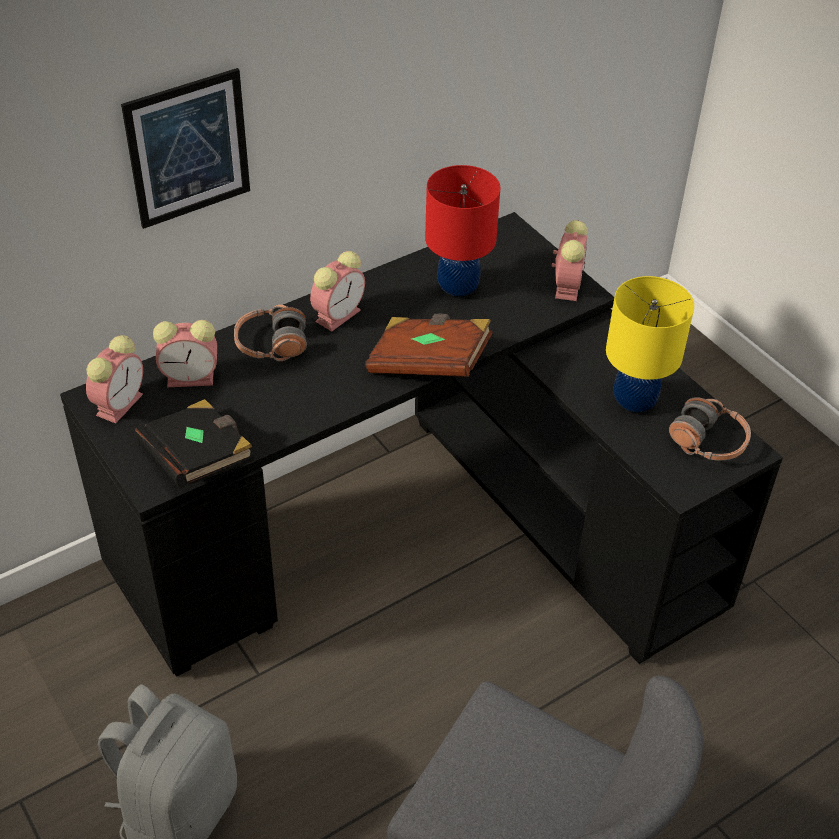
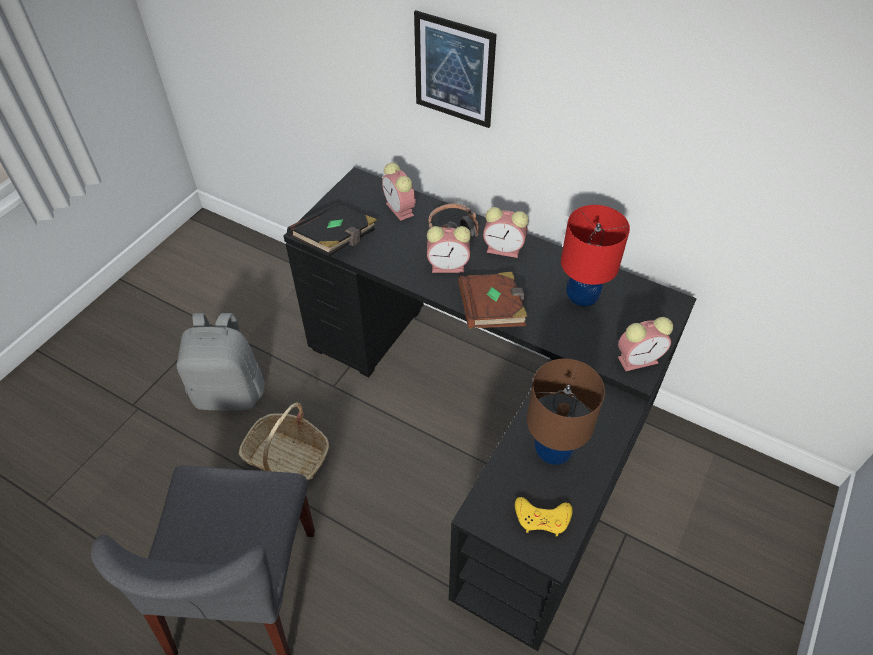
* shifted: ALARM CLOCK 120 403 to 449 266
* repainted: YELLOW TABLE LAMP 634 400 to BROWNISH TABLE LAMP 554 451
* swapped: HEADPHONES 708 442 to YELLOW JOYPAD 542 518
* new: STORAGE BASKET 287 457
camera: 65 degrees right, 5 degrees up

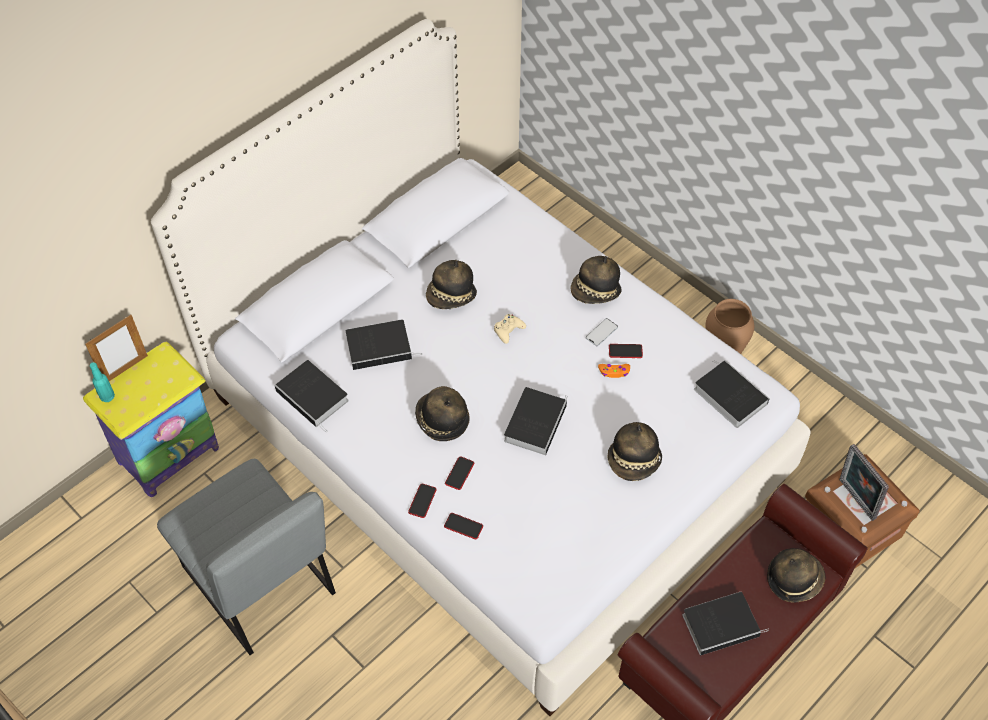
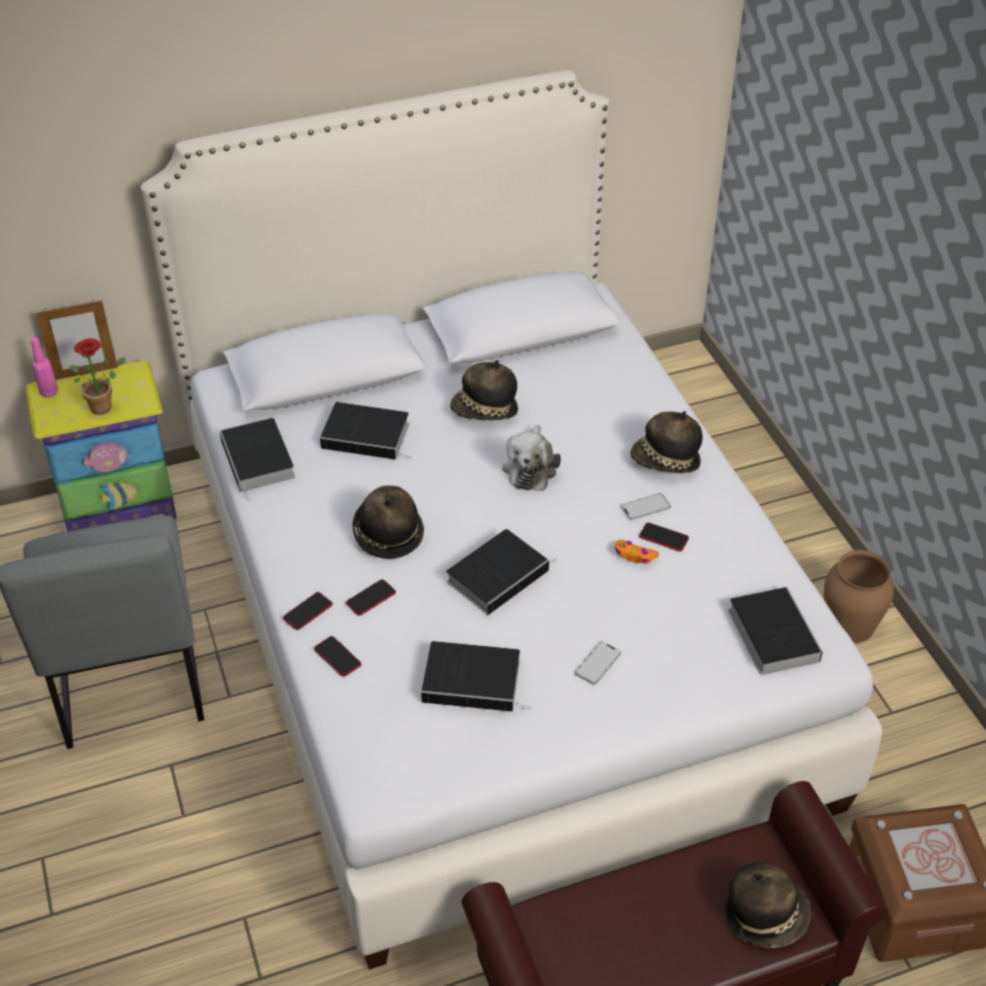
* repainted: BLUE-GREEN BEVERAGE BOTTLE 107 397 to PINK BEVERAGE BOTTLE 49 392
* swapped: SAND-COLOURED JOYPAD 508 330 to CUDDLY TOY 530 468
* swapped: HAT 634 461 to HANDSET 598 664
* shifted: BOUND BOOK 722 624 to 474 680
* gone: PICTURE FRAME 854 500
* new: HOUSEPLANT 105 406
camera: 25 degrees right, 10 degrees down

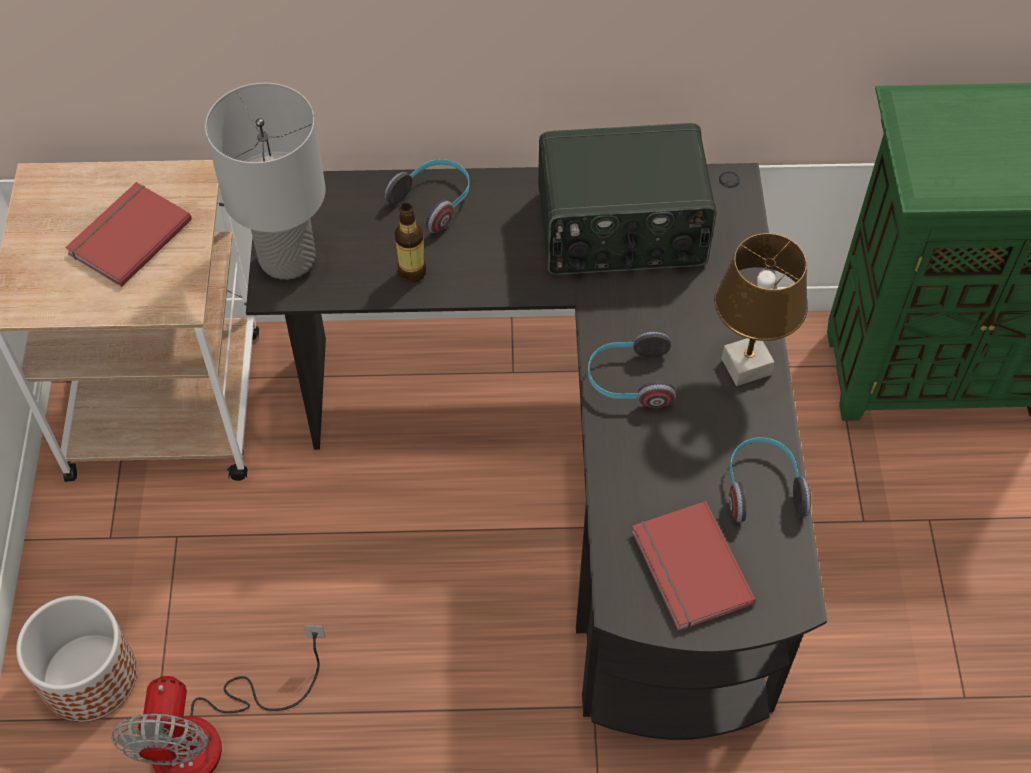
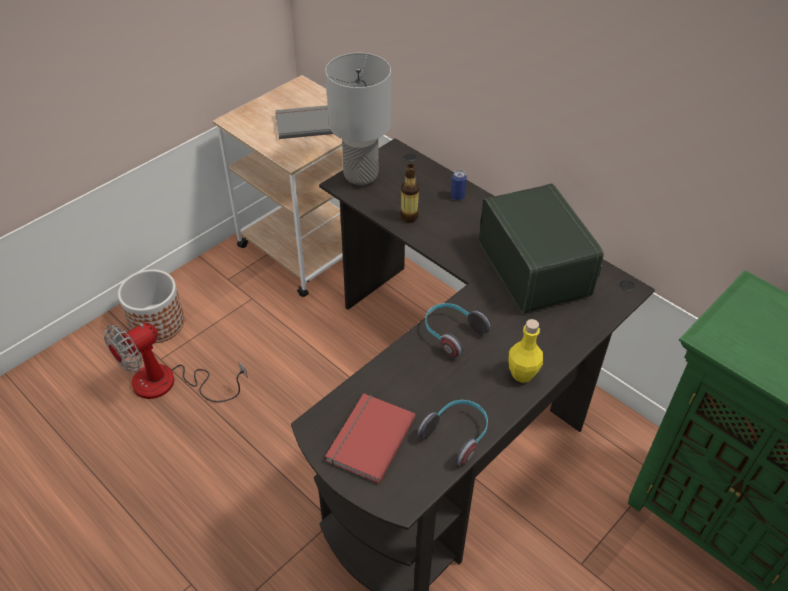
* repainted: RED-COLOURED BOUND BOOK 127 236 to GREYISH BOUND BOOK 306 123
* swapped: HEADPHONES 434 201 to SEALED CAN 457 196
* rotated: RADIO SET 621 230 = 535 268 150 degrees counterclockwise
* swapped: BROWNISH TABLE LAMP 745 367 to YELLOW BEVERAGE BOTTLE 522 374
camera: 45 degrees right, 10 degrees down

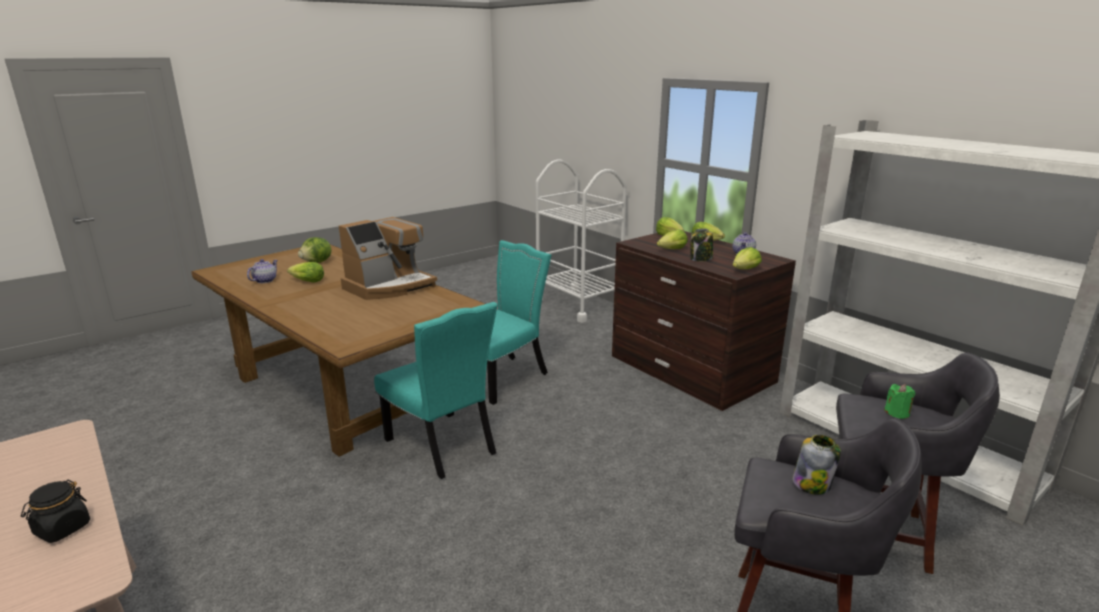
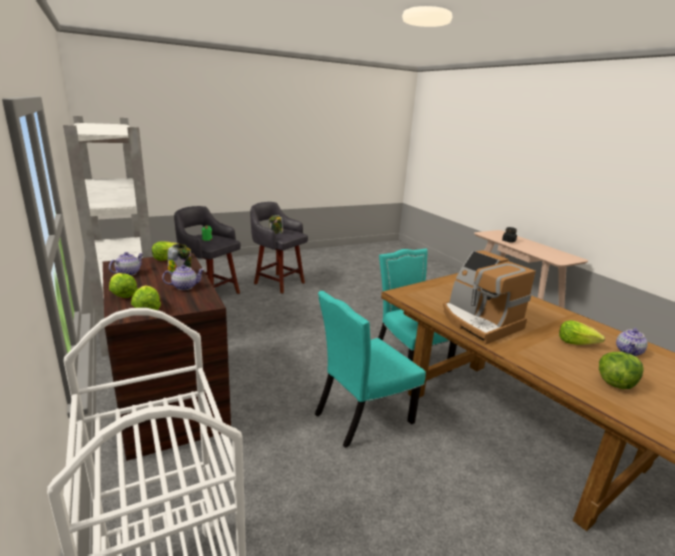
* rotated: COFFEE MACHINE 389 287 = 479 322 90 degrees counterclockwise
* swapped: LETTUCE HEAD 672 250 to TEA POT 185 287
camera: 170 degrees left, 0 degrees up

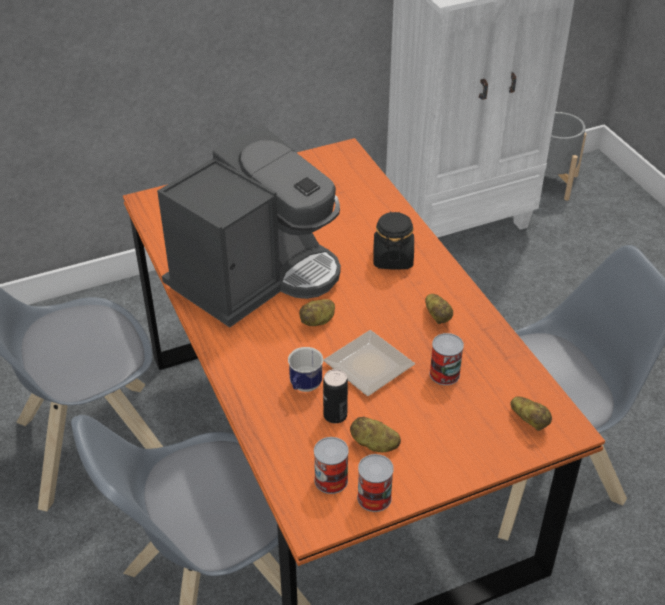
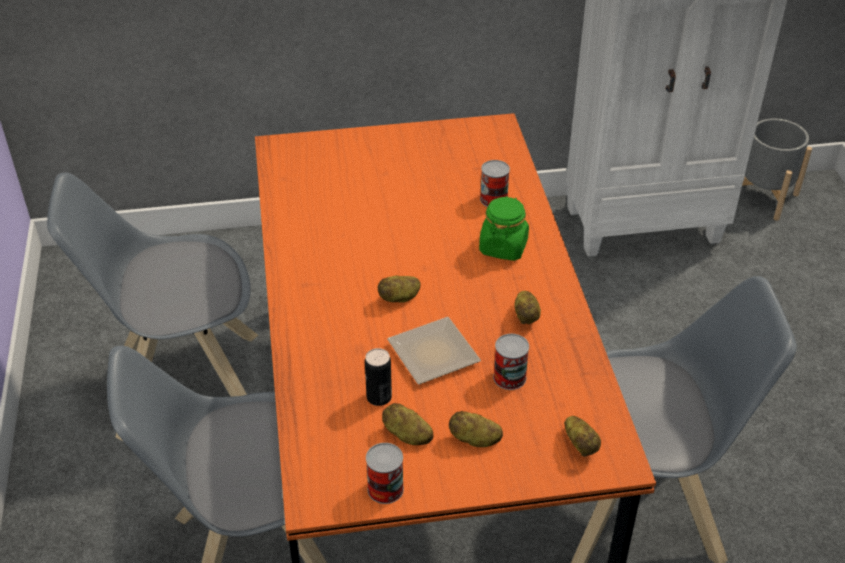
* gone: COFFEE MACHINE 255 276
* gone: TEA MUG 304 387
* shifted: SEALED CAN 331 480 to 493 199
* repainted: BLACK-COLOURED JAR 392 258 to GREENISH JAR 503 247
* new: POTATO 474 439
camera: 15 degrees right, 0 degrees up

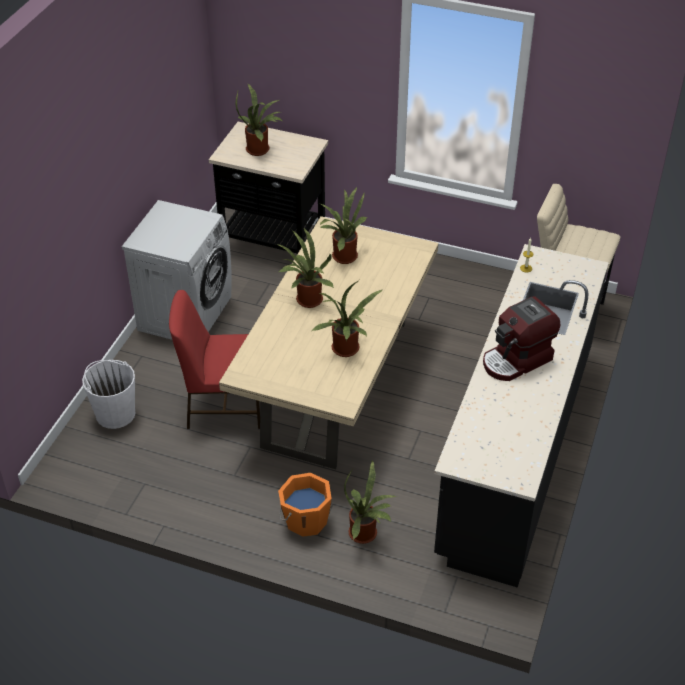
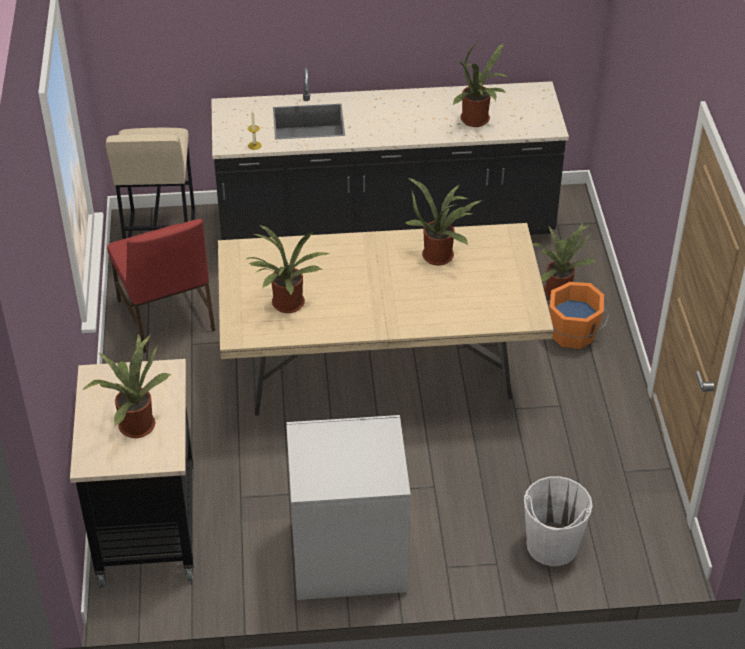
* shifted: RED-COLOURED UPRIGHT CHAIR 224 404 to 165 317
* shifted: HOUSEPLANT 306 301 to 477 121
* gone: COFFEE MACHINE 517 360
camera: 115 degrees left, 0 degrees up

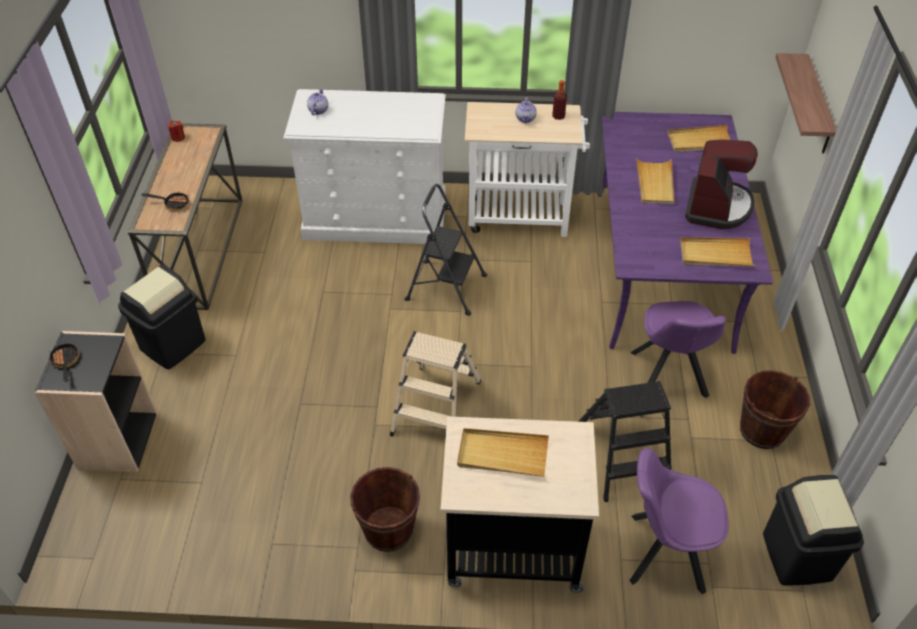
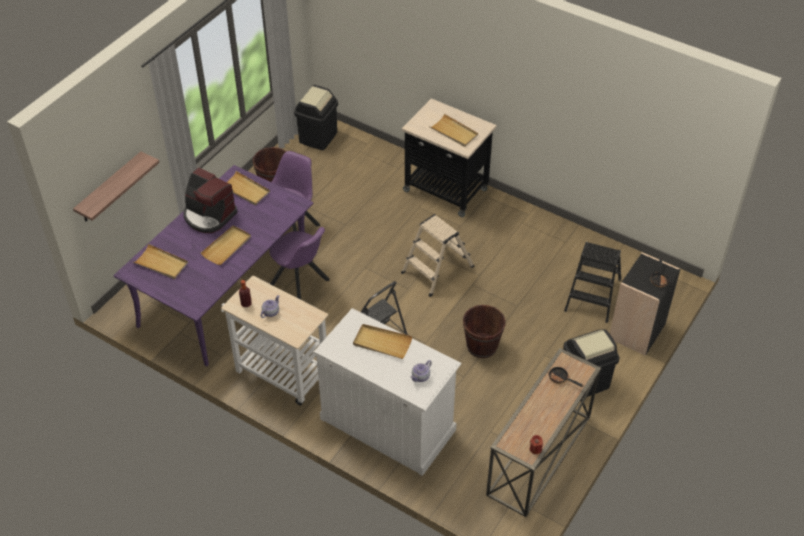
* shifted: BROWNISH BUCKET 388 530 to 482 346
* shifted: BLACK-COLOURED STEP STOOL 623 455 to 593 294
* shifted: PURPLE UPRIGHT CHAIR 664 552 to 300 284
* rotated: COFFEE MACHINE 717 207 = 209 216 105 degrees counterclockwise
* new: SAND-COLOURED TRAY 382 343
camera: 150 degrees left, 0 degrees up

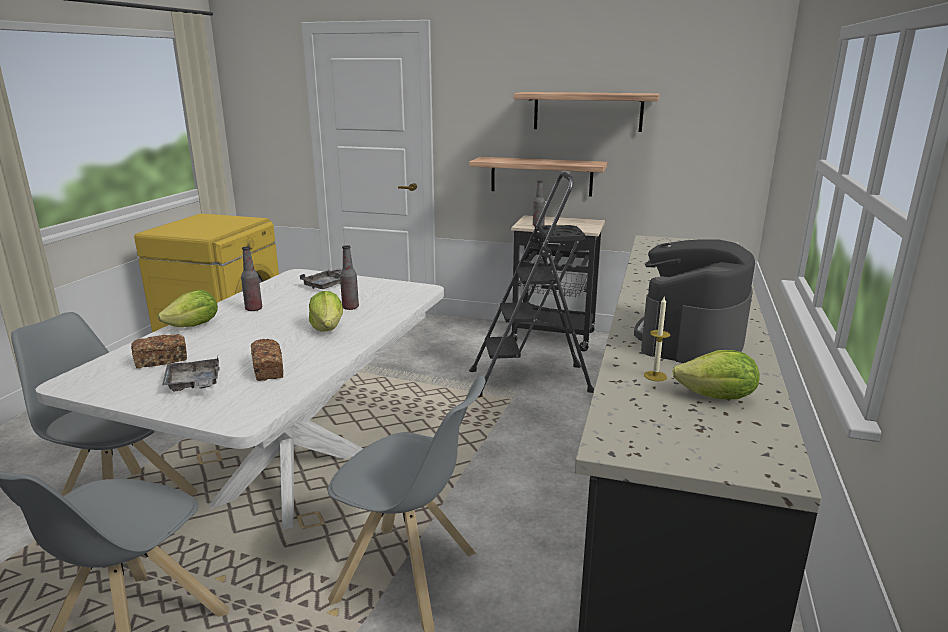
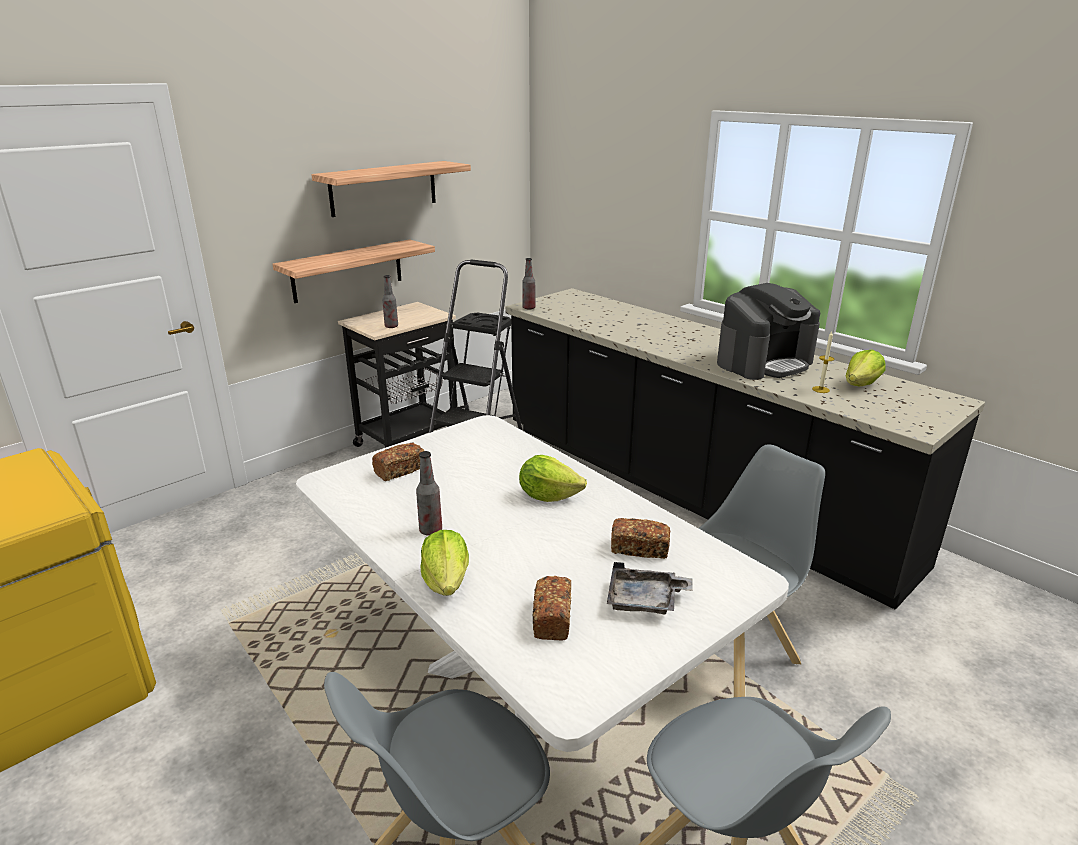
* swapped: GREYISH TRAY 327 285 to BREAD 400 470
* shifted: BEVERAGE BOTTLE 350 307 to 529 308
* rotated: COFFEE MACHINE 690 339 = 764 362 90 degrees counterclockwise
camera: 60 degrees left, 5 degrees up

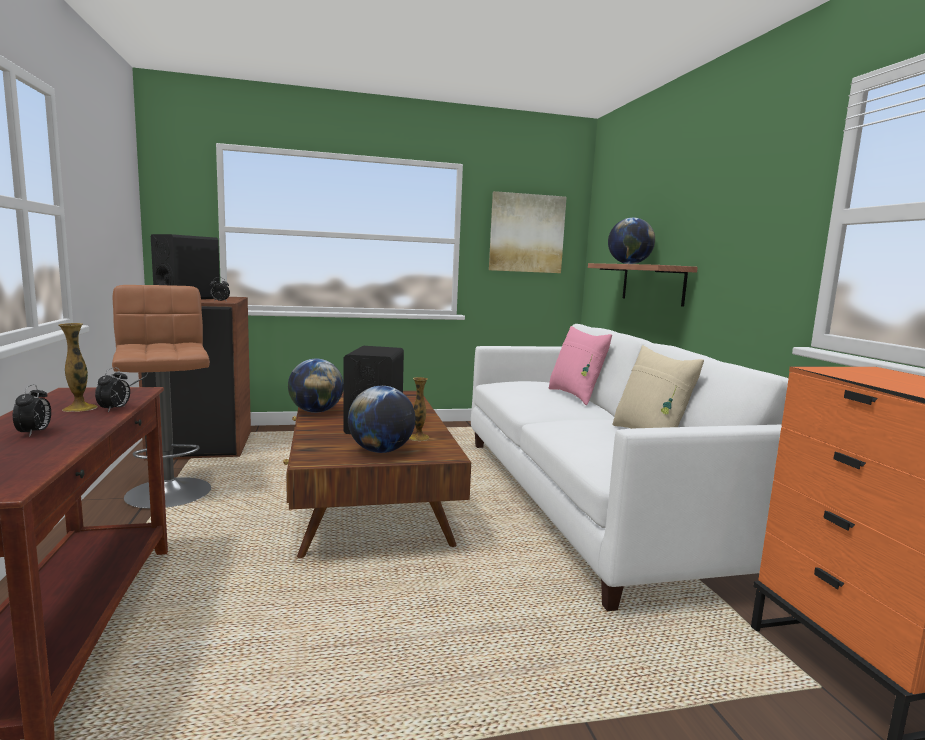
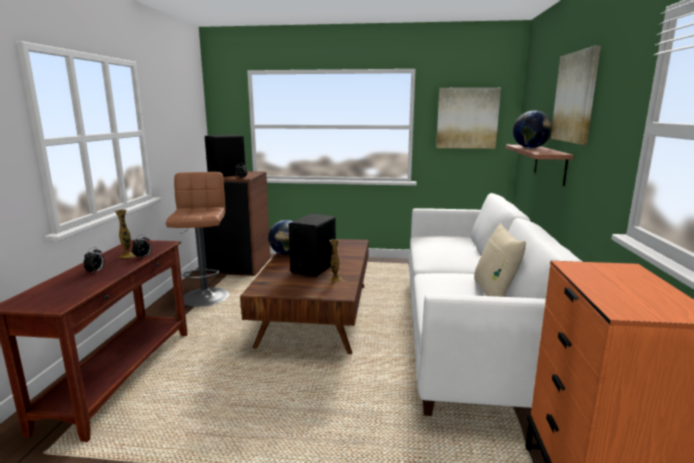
* gone: GLOBE 381 451
* gone: PINK PILLOW 575 396
* new: WALL ART 575 97
camera: 20 degrees right, 5 degrees up

